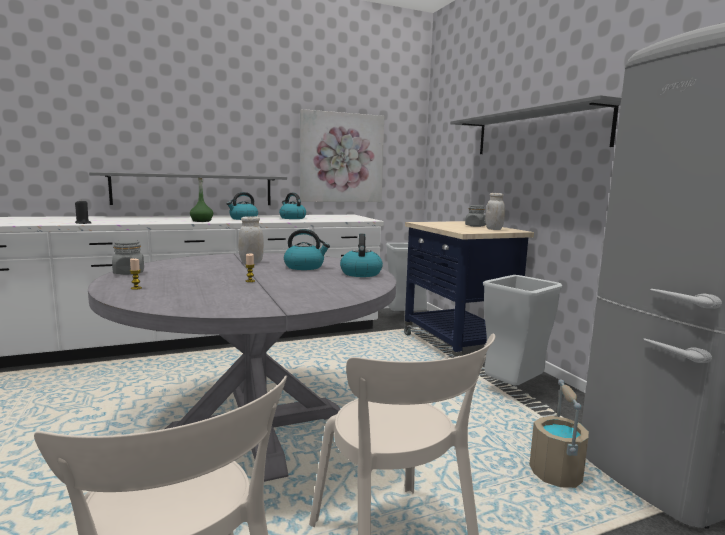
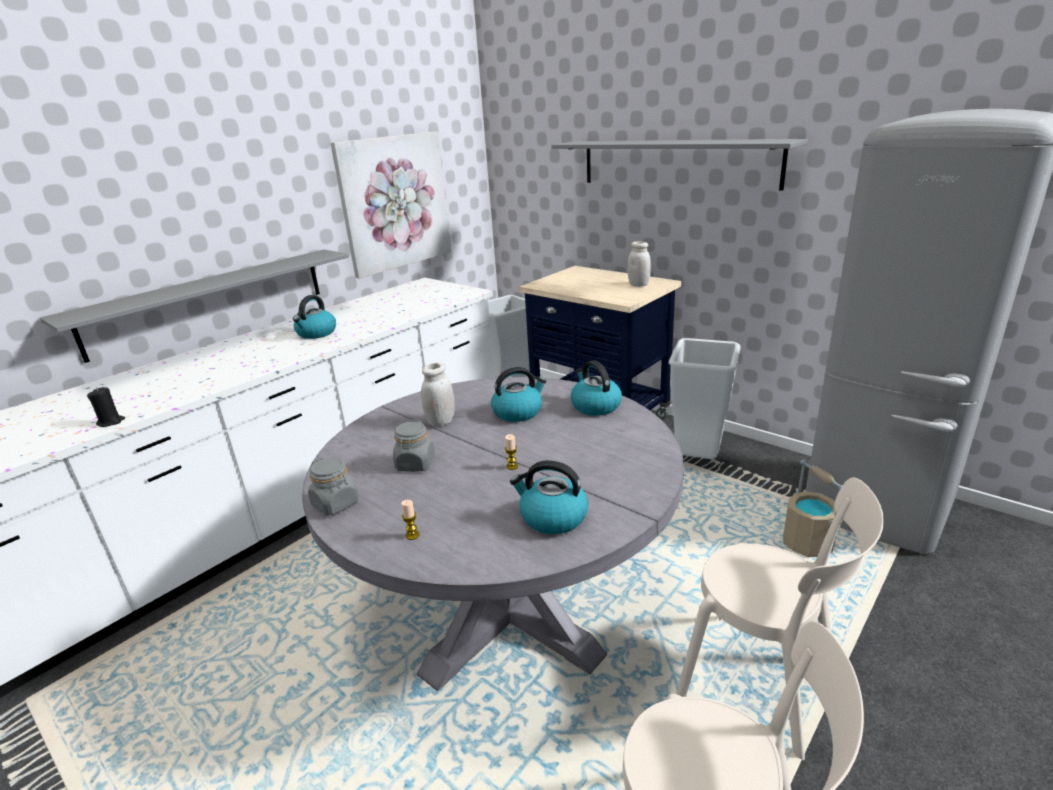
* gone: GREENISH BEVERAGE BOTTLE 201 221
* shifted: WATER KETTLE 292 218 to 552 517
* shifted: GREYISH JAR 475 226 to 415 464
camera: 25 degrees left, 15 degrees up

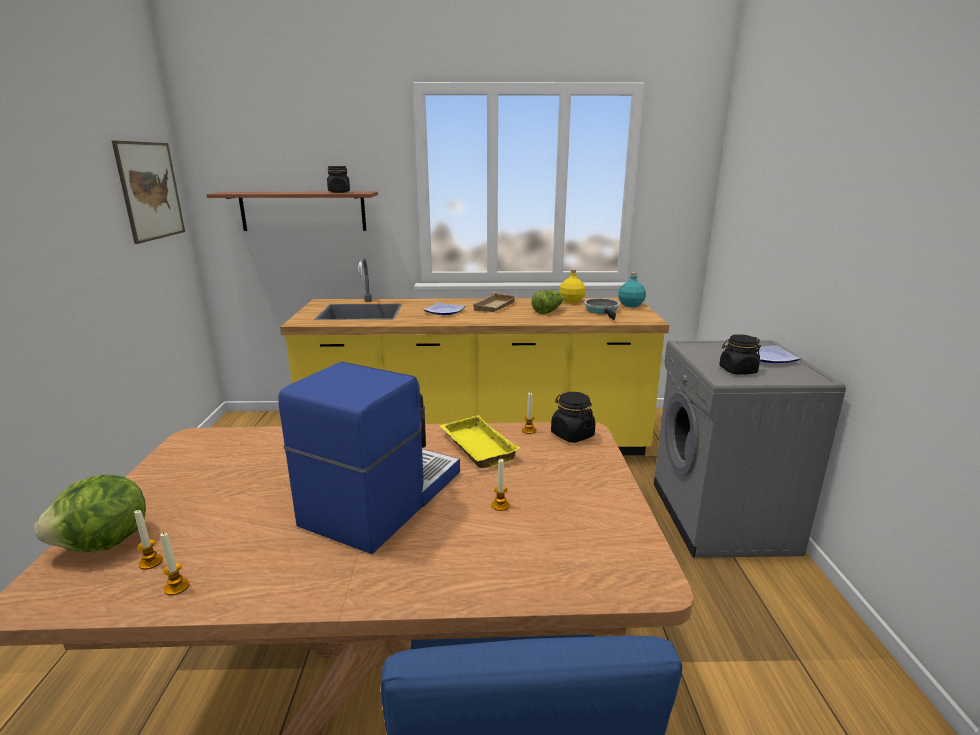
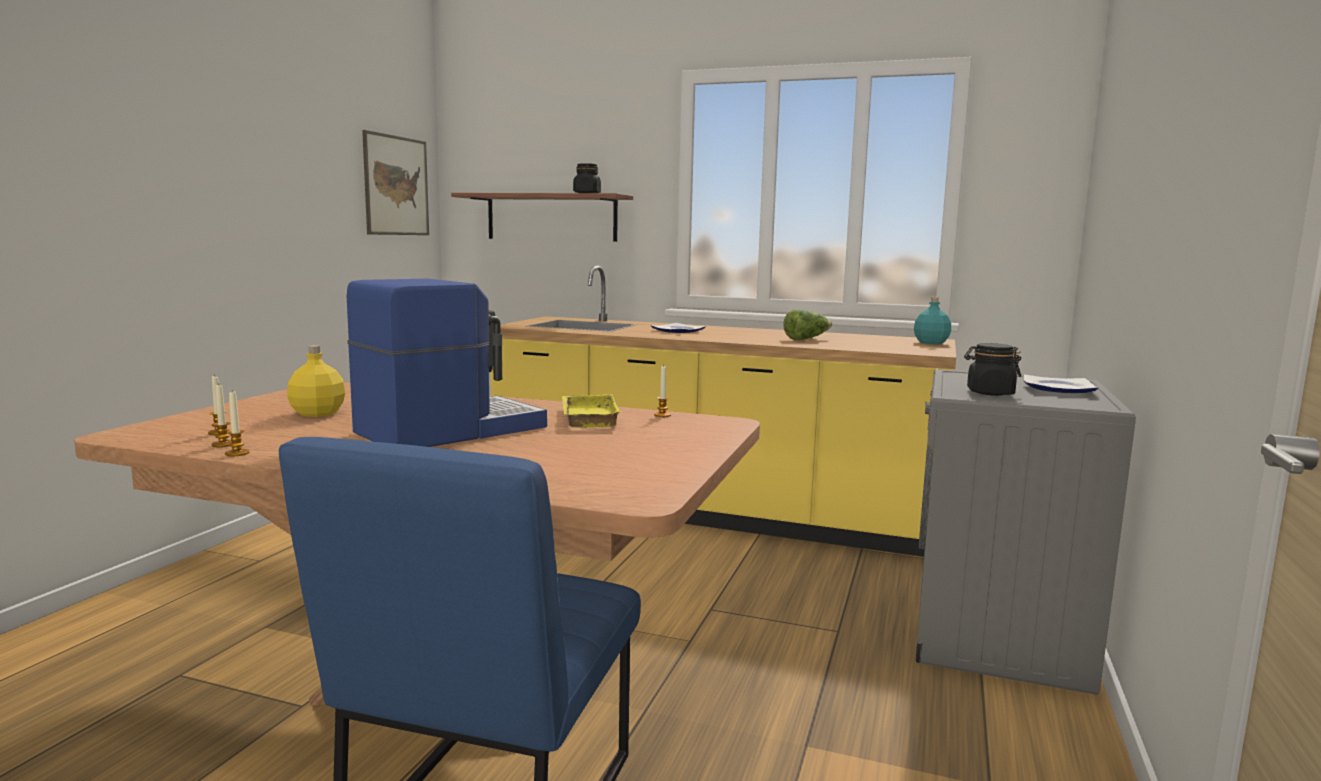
* gone: LETTUCE HEAD 105 544
* gone: SAND-COLOURED TRAY 496 307
* shifted: CANDLE 500 505 to 237 453
* gone: BLACK-COLOURED JAR 572 435
* shifted: YELLOW BEVERAGE BOTTLE 572 301 to 318 413
* gone: FRYING PAN 602 311
camera: 20 degrees right, 10 degrees down

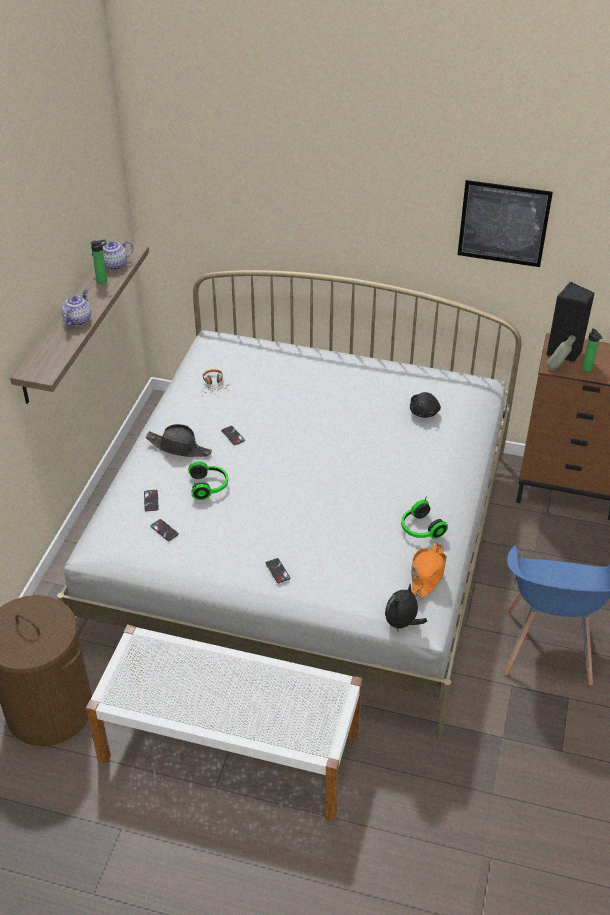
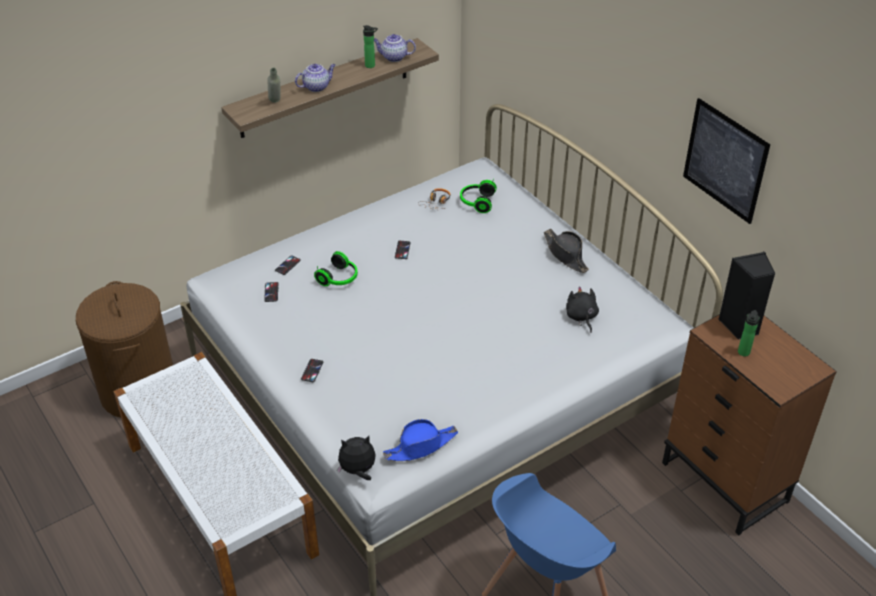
* shifted: BLACK-COLOURED HAT 179 447 to 566 254
* shifted: HEADPHONES 420 529 to 476 202
* rotated: BLACK-COLOURED CUDDLY TOY 424 412 = 581 317 105 degrees clockwise
* repainted: ORANGE HAT 428 574 to BLUE-COLOURED HAT 421 446
* shifted: GREYISH BEVERAGE BOTTLE 557 370 to 276 103
camera: 40 degrees right, 0 degrees up

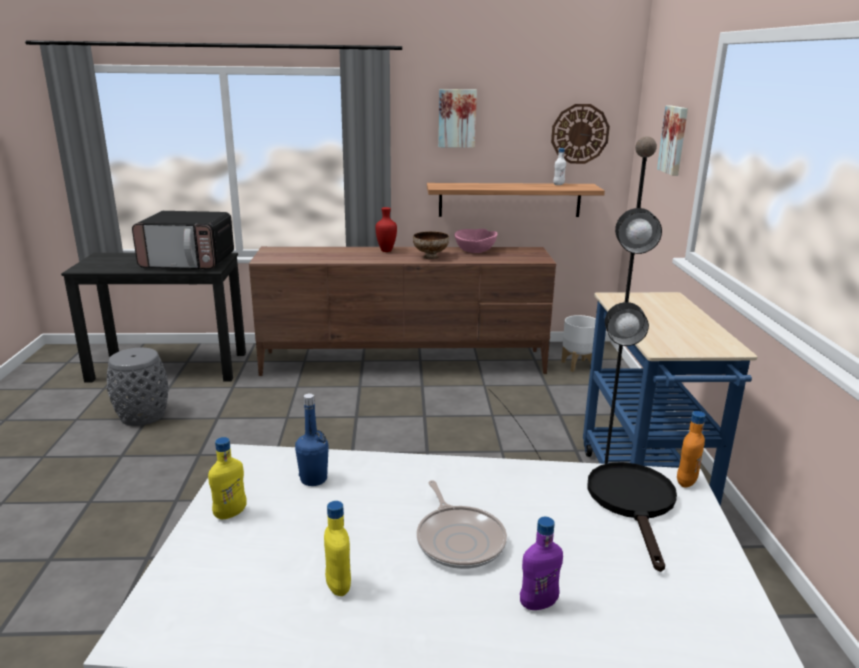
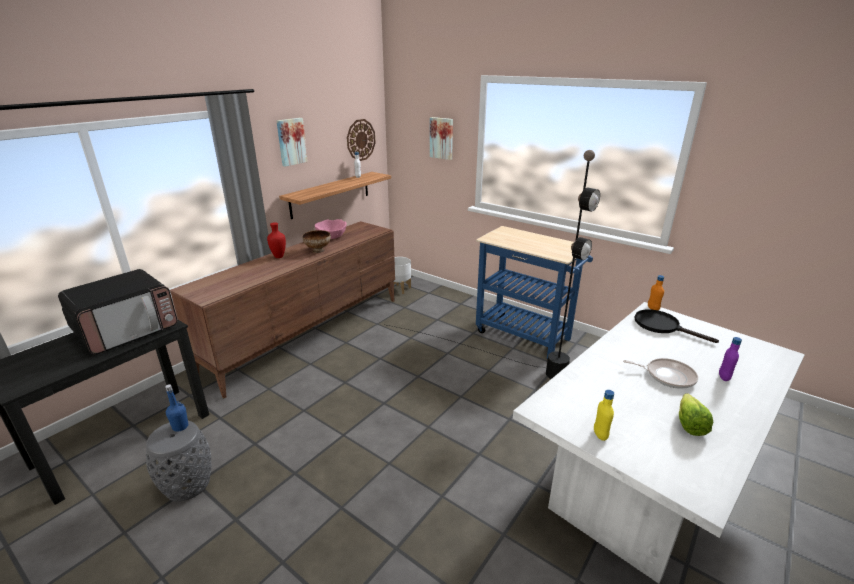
* shifted: BLUE-COLOURED BEVERAGE BOTTLE 313 479 to 180 427
* swapped: YELLOW BEVERAGE BOTTLE 338 586 to LETTUCE HEAD 689 422
camera: 50 degrees left, 5 degrees up

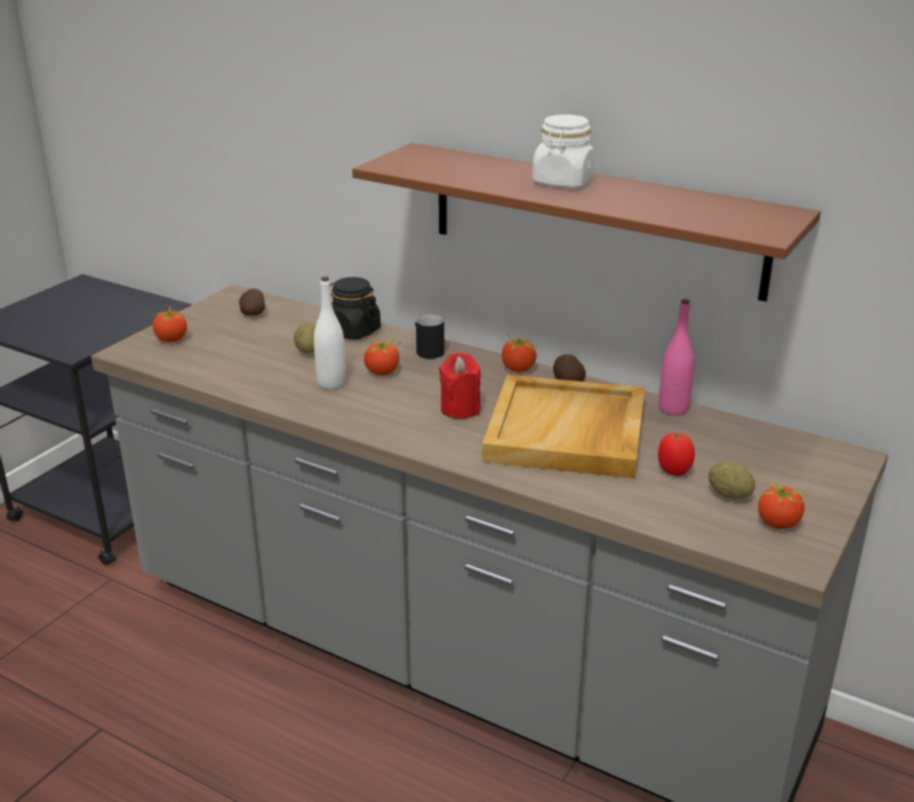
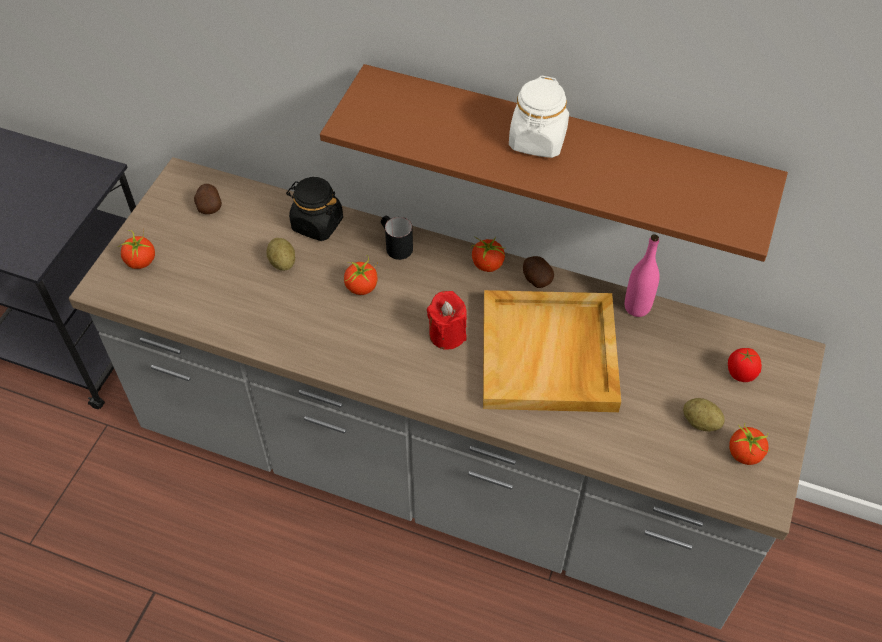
* gone: WHITISH BEVERAGE BOTTLE 331 383
* shifted: TOMATO 673 471 to 740 374
camera: 10 degrees left, 25 degrees up

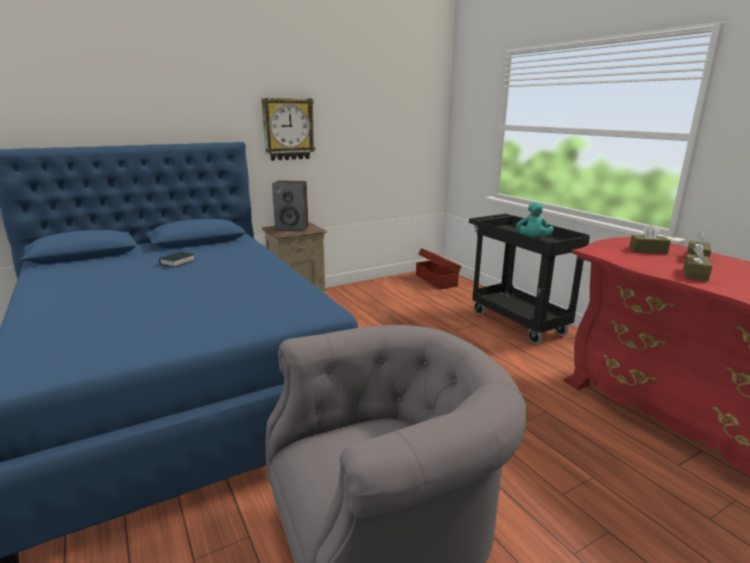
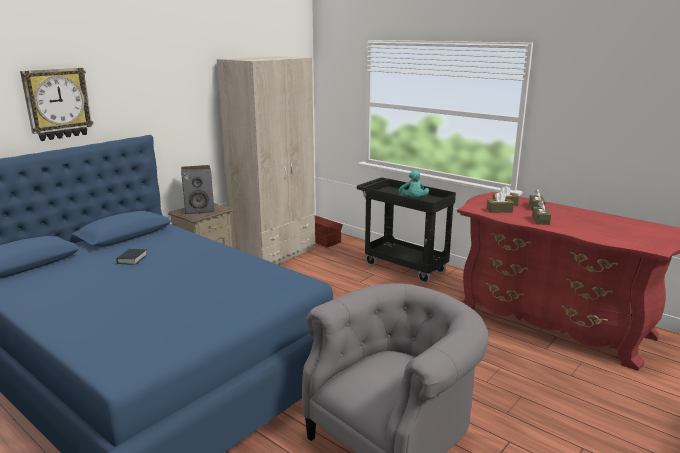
* shifted: WALL CLOCK 288 129 to 57 103
* new: SAND-COLOURED CLOTHES CUPBOARD 275 254
* new: BROWNISH BOX OF TISSUES 499 210
camera: 20 degrees left, 0 degrees up

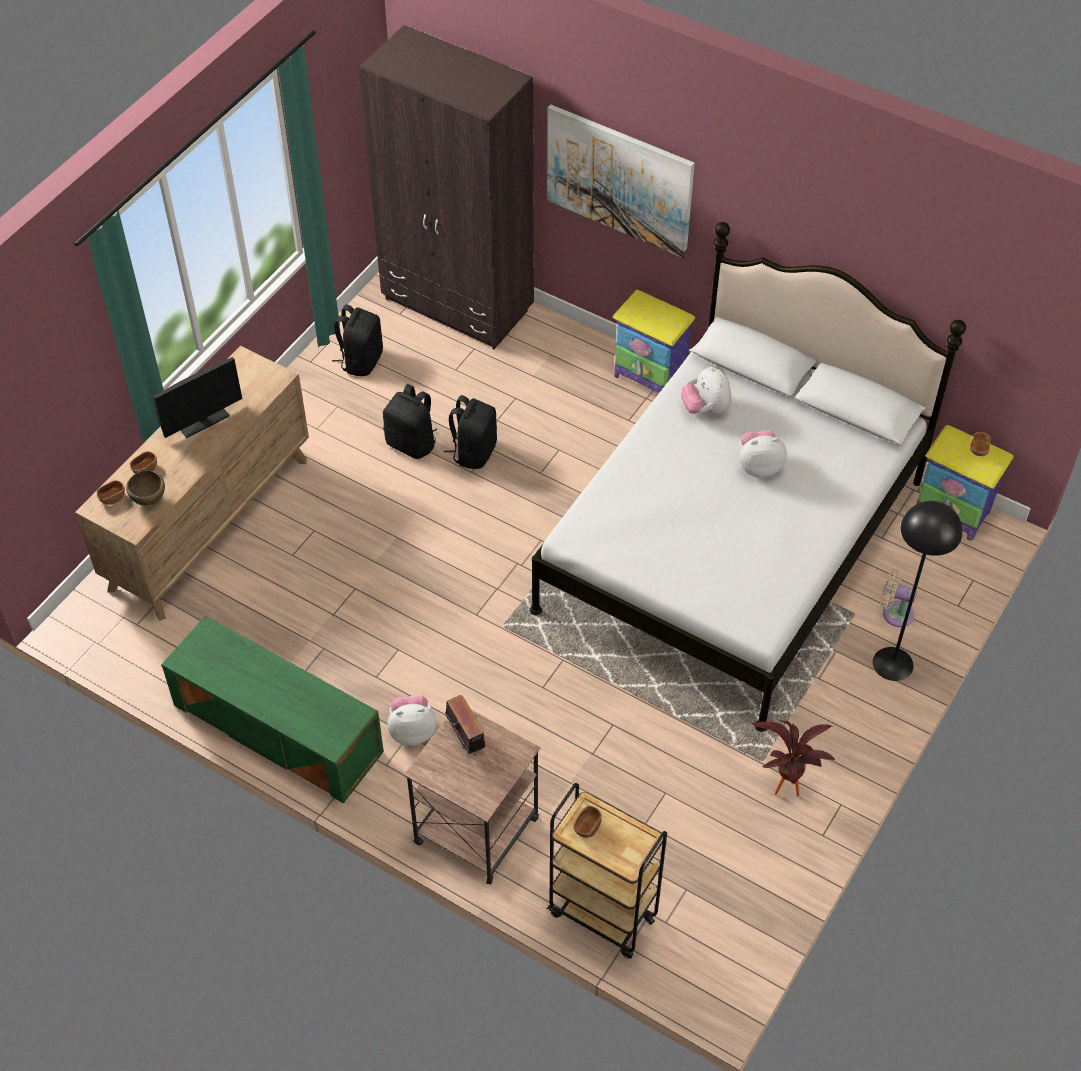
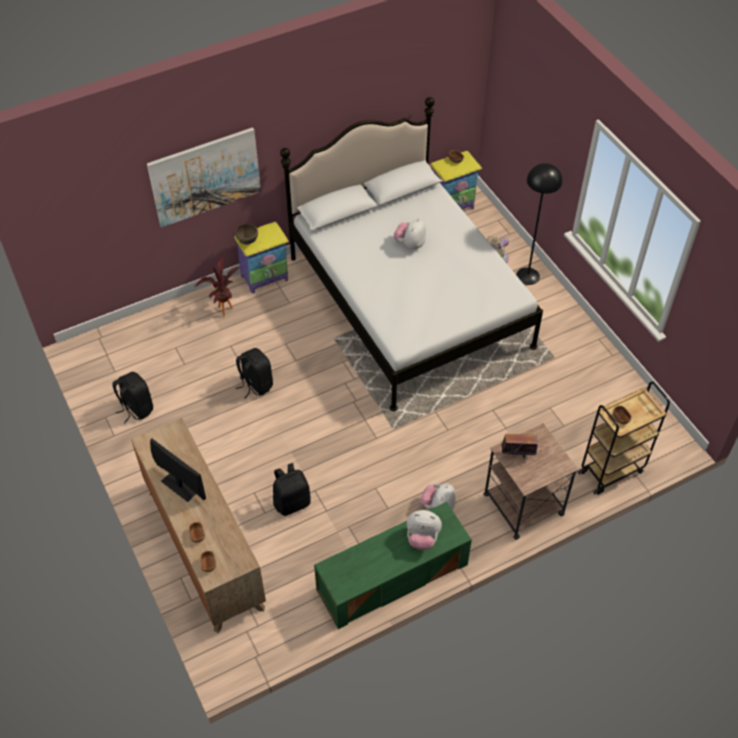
* shifted: BROWNISH BOWL 149 500 to 248 241
* rotated: MONITOR 202 420 = 180 486 45 degrees counterclockwise
* gone: BROWNISH CLOTHES CUPBOARD 457 304
* shifted: BLACK-COLOURED KNAPSACK 412 443 to 292 502
* shifted: CUDDLY TOY 705 408 to 422 538
* shifted: HOUSEPLANT 785 782 to 221 309
camera: 60 degrees left, 0 degrees up

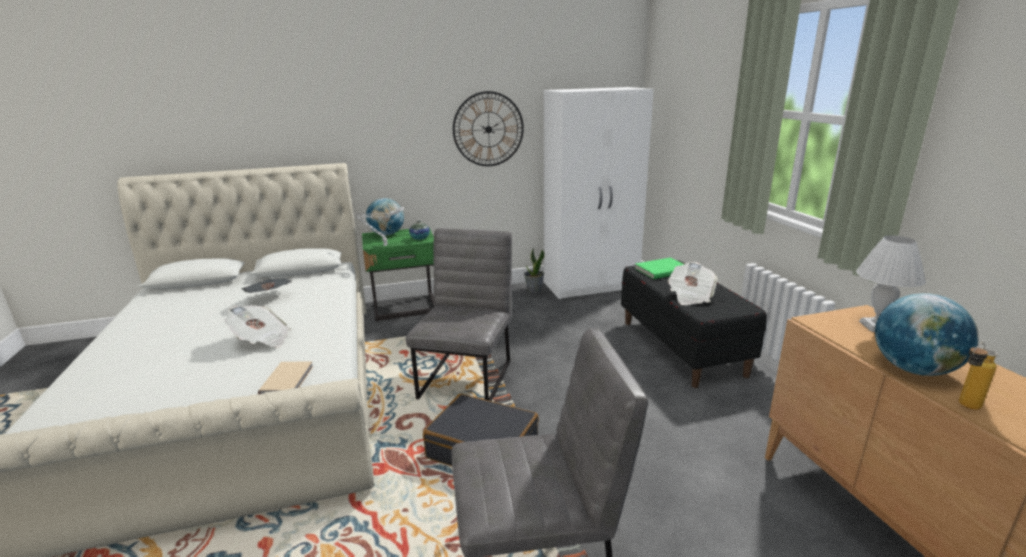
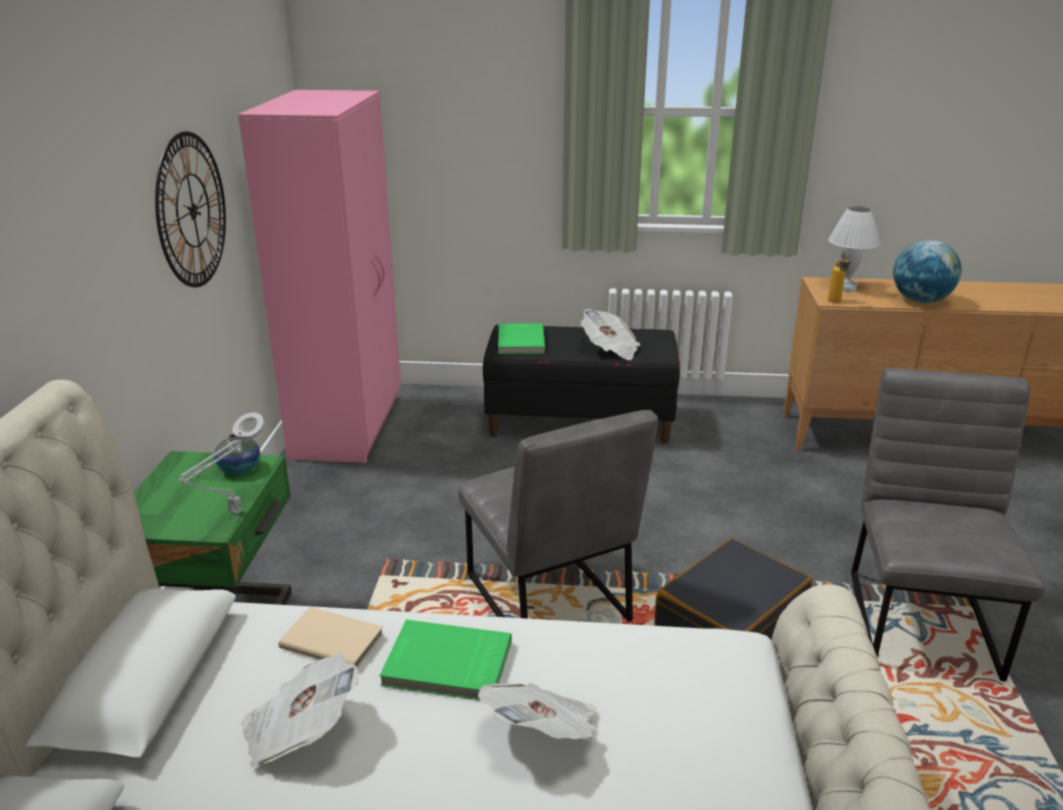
* shifted: SAND-COLOURED BOUND BOOK 289 380 to 332 639
* gone: GLOBE 387 234
* rotated: GREYISH UPRIGHT CHAIR 467 378 = 548 601 150 degrees counterclockwise
* gone: HOUSEPLANT 534 290
* repainted: WHITISH CLOTHES CUPBOARD 591 285 to PINK CLOTHES CUPBOARD 349 425
* shifted: BEVERAGE BOTTLE 964 406 to 835 302
* new: GREENISH BOUND BOOK 447 665
camera: 70 degrees left, 5 degrees up

